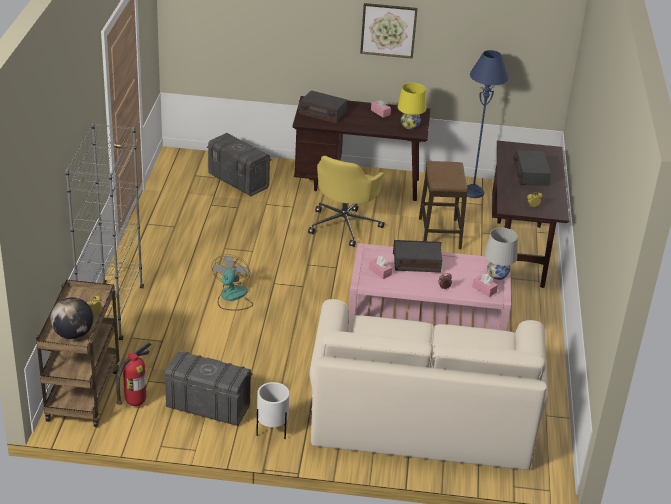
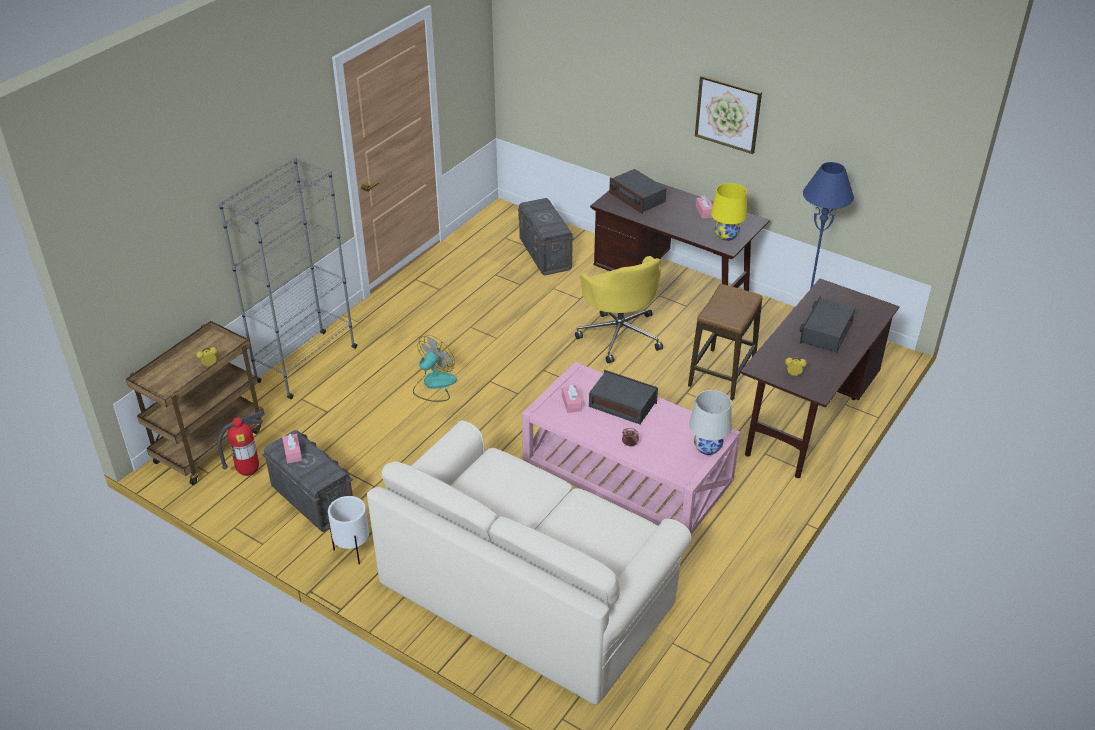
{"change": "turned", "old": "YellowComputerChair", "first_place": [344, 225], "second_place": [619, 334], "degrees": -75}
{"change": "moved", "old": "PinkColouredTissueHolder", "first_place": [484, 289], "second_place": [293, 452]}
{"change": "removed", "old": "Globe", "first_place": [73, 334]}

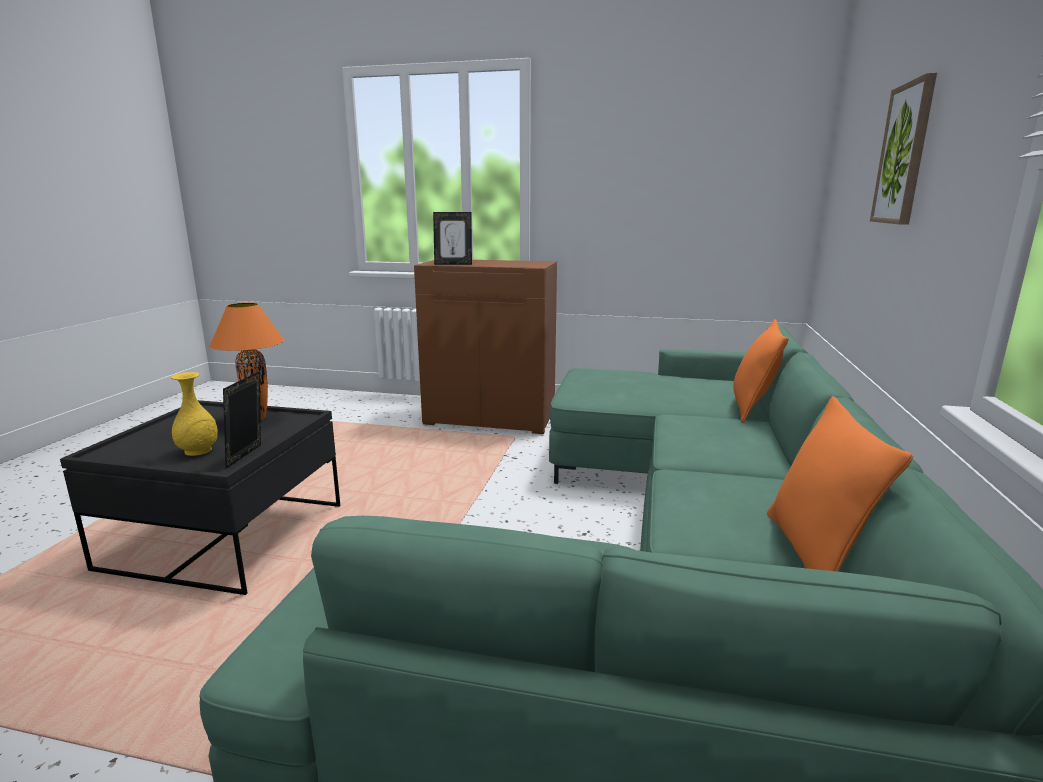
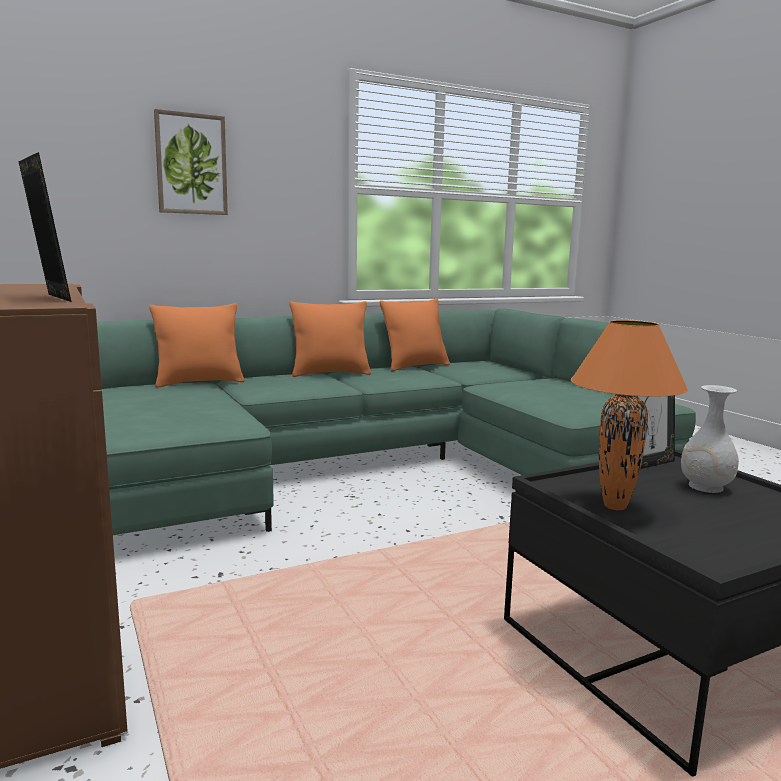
{"change": "recoloured", "old": "YellowDecorativeVase", "new": "WhiteDecorativeVase", "first_place": [198, 451], "second_place": [705, 487]}
{"change": "added", "new": "OrangeyCushion", "second_place": [330, 373]}

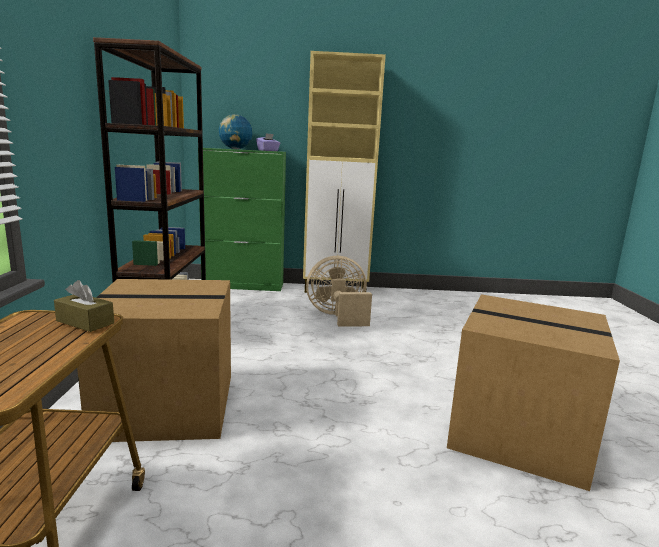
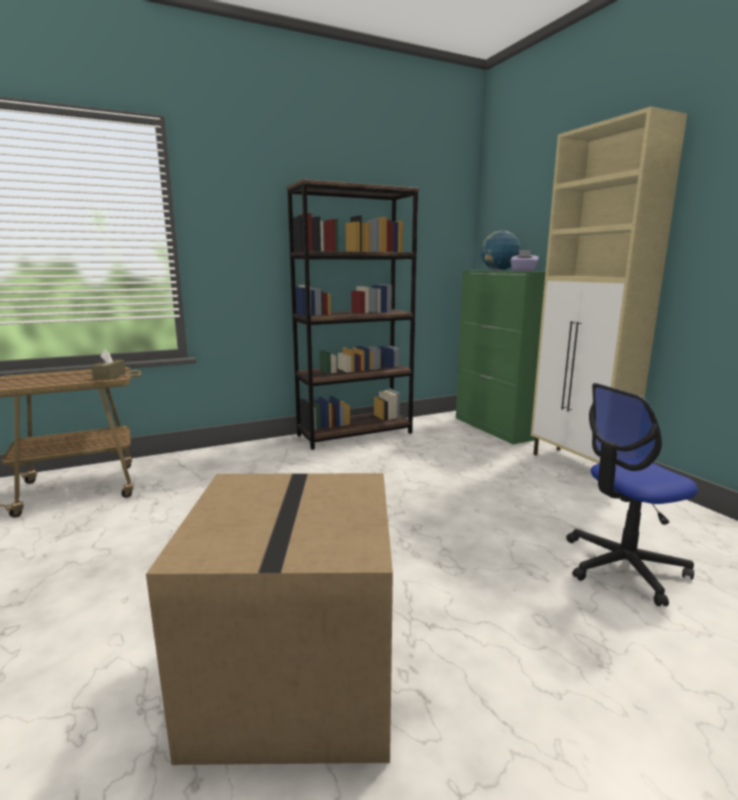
{"change": "removed", "old": "SandColouredCoolingFan", "first_place": [338, 316]}
{"change": "removed", "old": "Carton", "first_place": [170, 404]}
{"change": "added", "new": "ComputerChair", "second_place": [623, 567]}

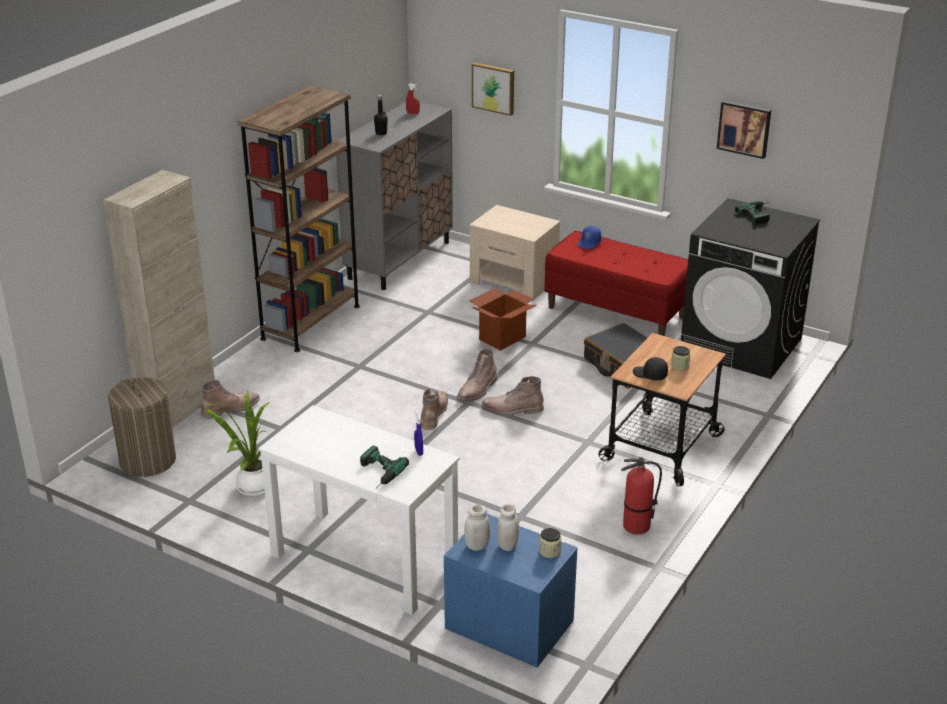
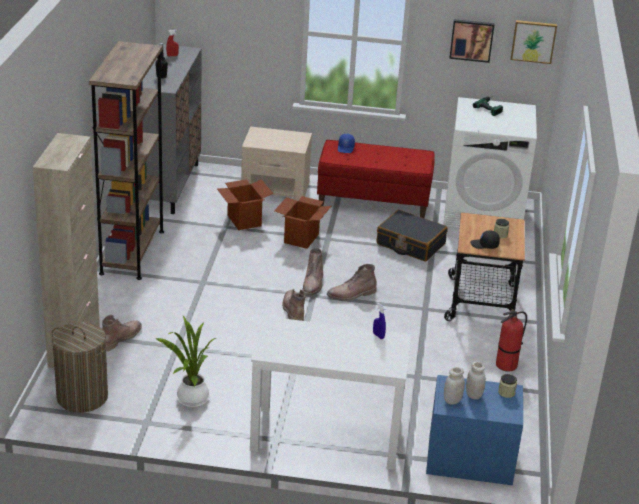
{"change": "moved", "old": "WallPicture", "first_place": [494, 88], "second_place": [533, 41]}
{"change": "recoloured", "old": "BlackLaundryAppliance", "new": "WhiteLaundryAppliance", "first_place": [742, 345], "second_place": [483, 213]}
{"change": "removed", "old": "ElectricDrill", "first_place": [377, 473]}
{"change": "added", "new": "Carton", "second_place": [244, 220]}

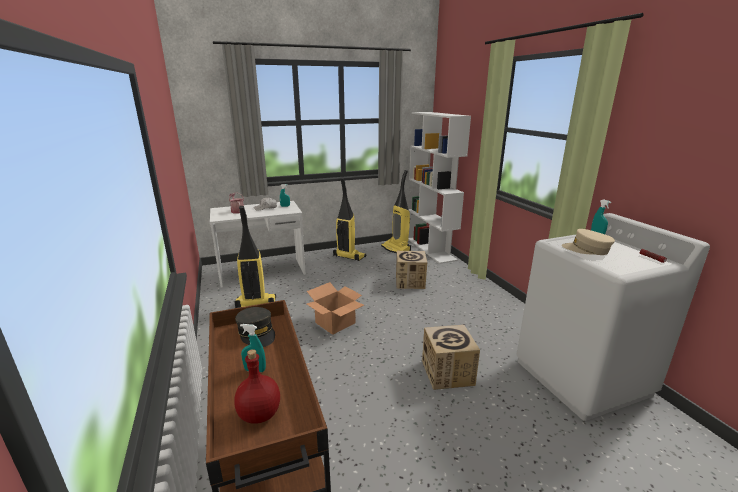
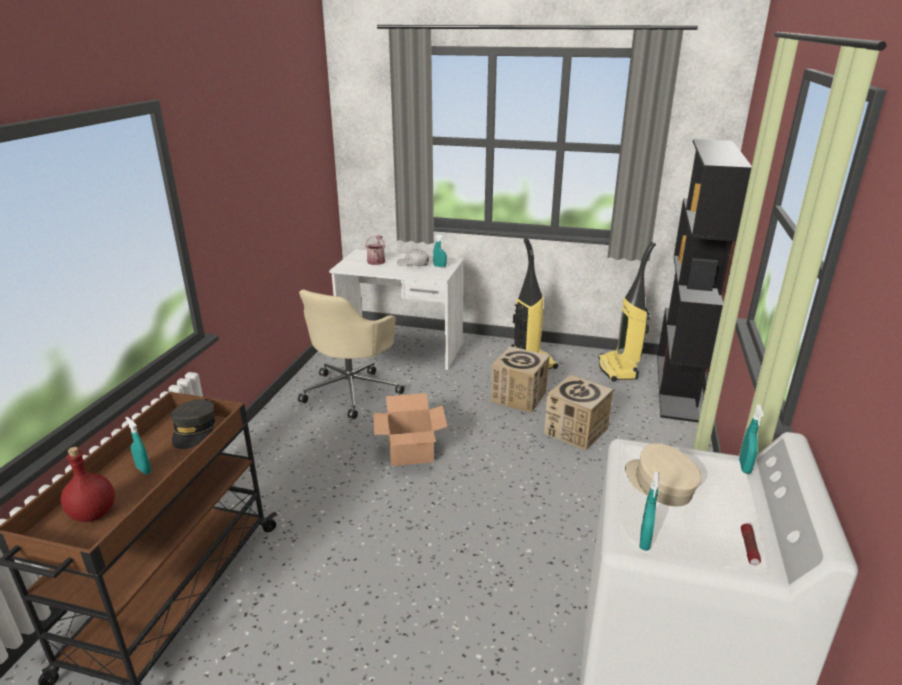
{"change": "recoloured", "old": "WhiteBookcase", "new": "BlackBookcase", "first_place": [431, 249], "second_place": [677, 387]}
{"change": "replaced", "old": "VacuumCleaner", "new": "SandColouredComputerChair", "first_place": [255, 304], "second_place": [352, 391]}
{"change": "moved", "old": "Carton", "first_place": [447, 373], "second_place": [519, 397]}
{"change": "added", "new": "BlueGreenSprayBottle", "second_place": [644, 541]}

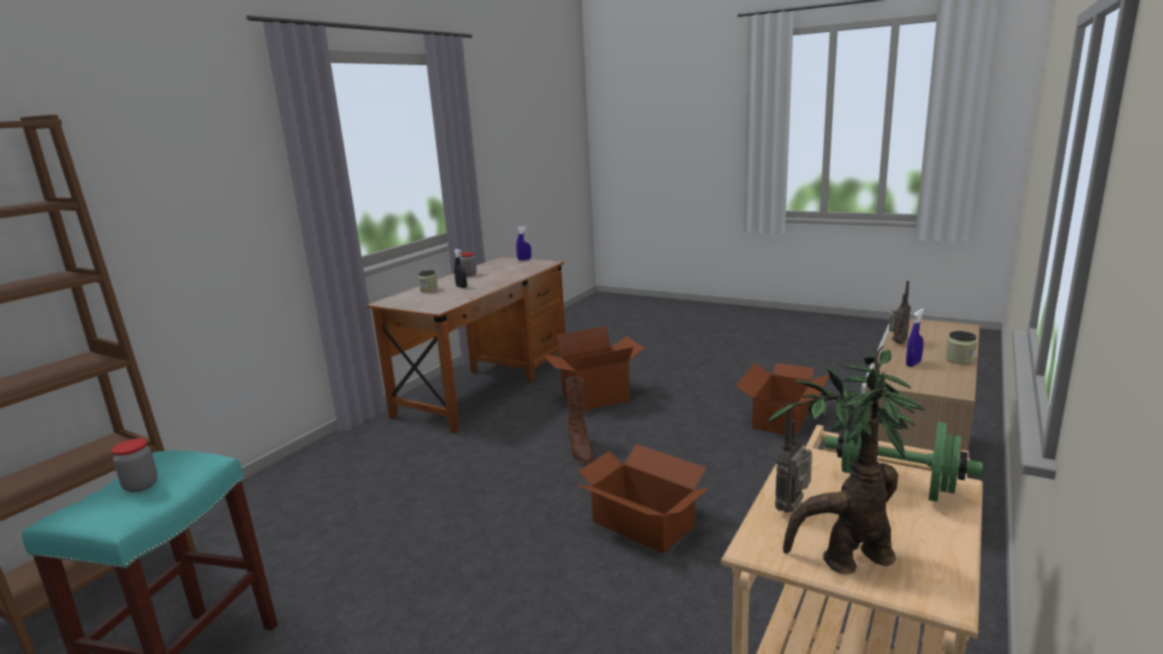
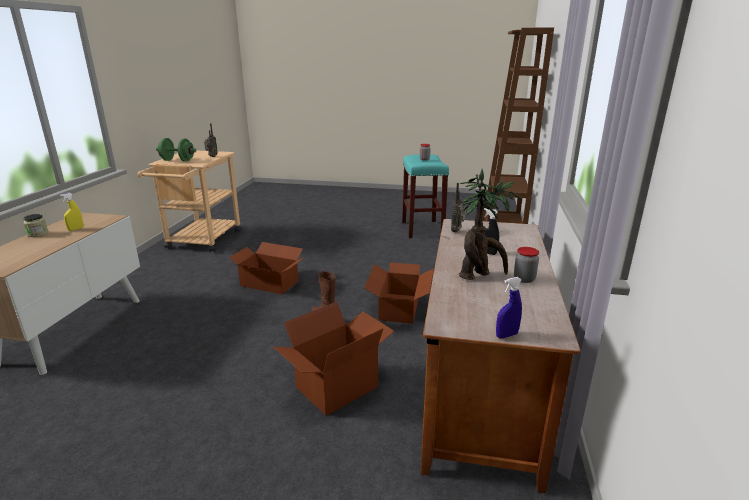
{"change": "removed", "old": "PreserveJar", "first_place": [429, 290]}
{"change": "moved", "old": "RadioSet", "first_place": [896, 343], "second_place": [458, 231]}
{"change": "recoloured", "old": "BlueSprayBottle", "new": "YellowSprayBottle", "first_place": [913, 364], "second_place": [76, 229]}
{"change": "moved", "old": "Houseplant", "first_place": [846, 560], "second_place": [479, 275]}
{"change": "moved", "old": "Carton", "first_place": [783, 418], "second_place": [398, 308]}

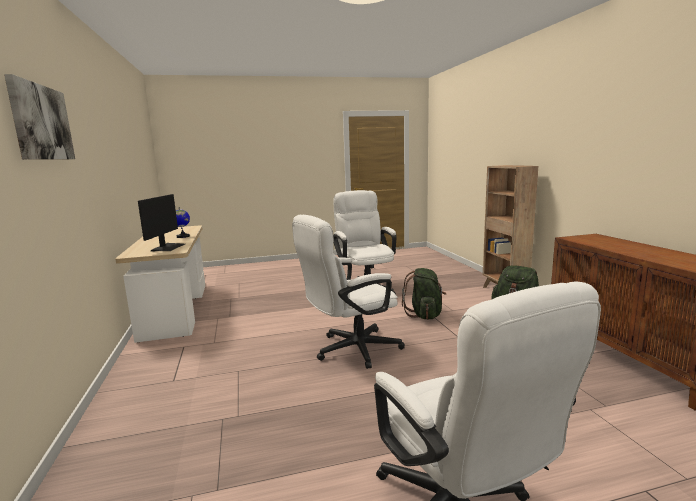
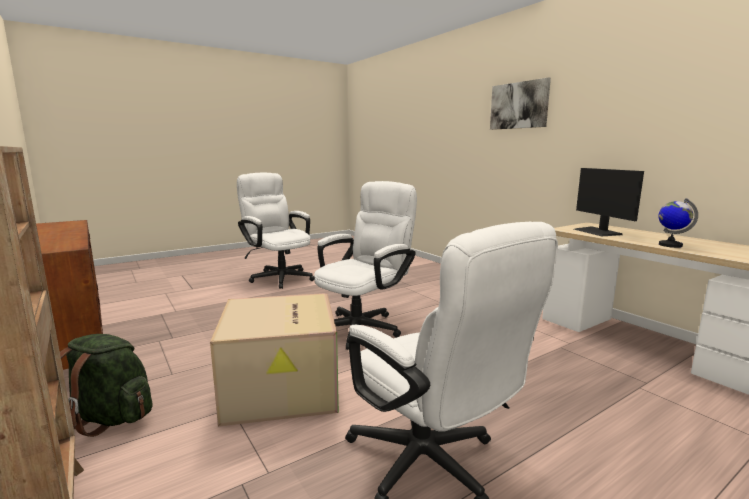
{"change": "replaced", "old": "GreenishBackpack", "new": "Carton", "first_place": [425, 315], "second_place": [283, 388]}

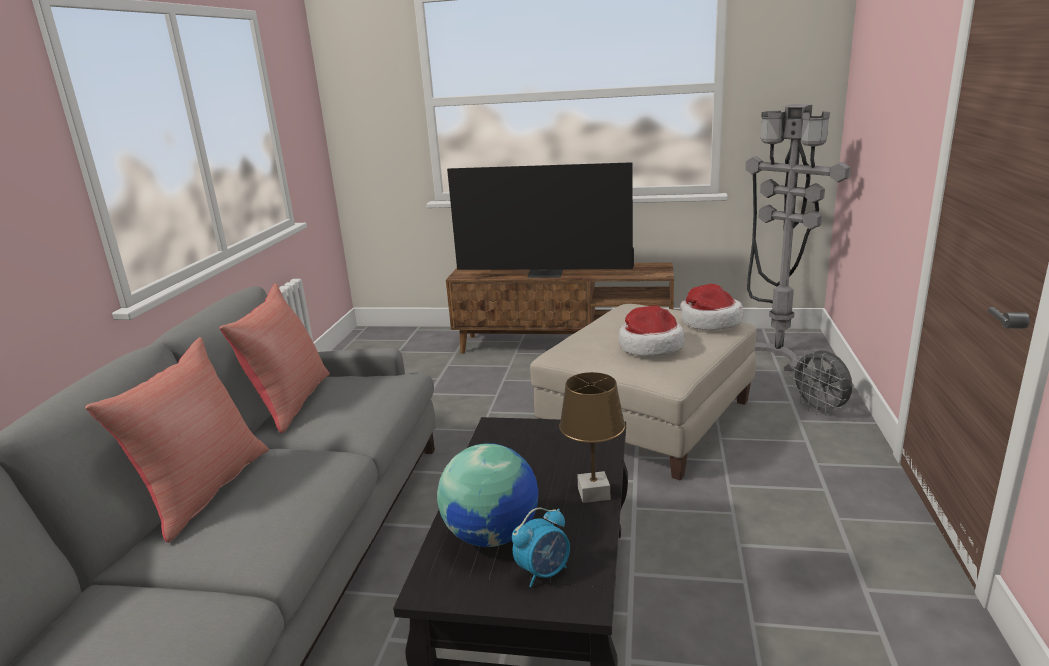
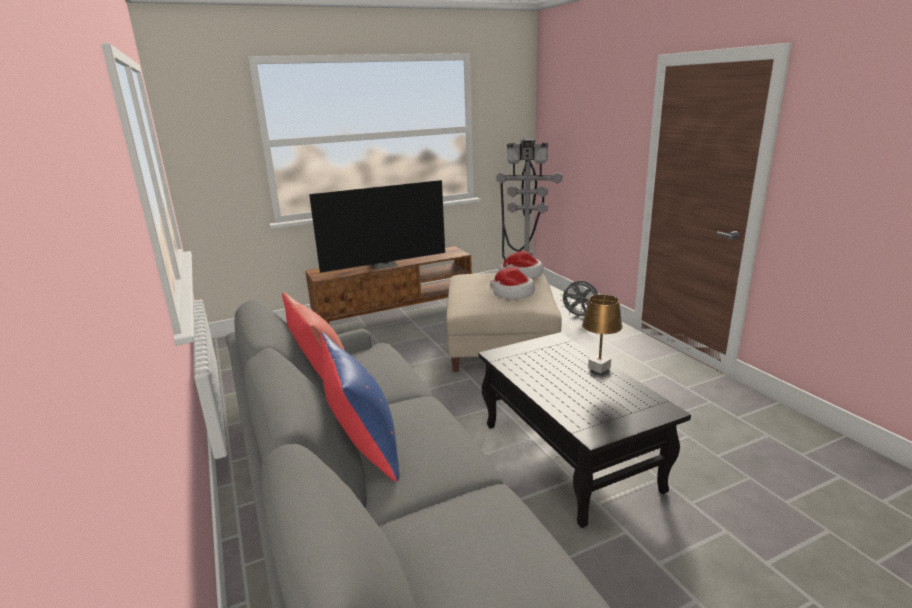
{"change": "recoloured", "old": "ReddishCushion", "new": "BlueCushion", "first_place": [203, 490], "second_place": [363, 447]}
{"change": "removed", "old": "Globe", "first_place": [492, 535]}
{"change": "removed", "old": "BedsideClock", "first_place": [544, 572]}

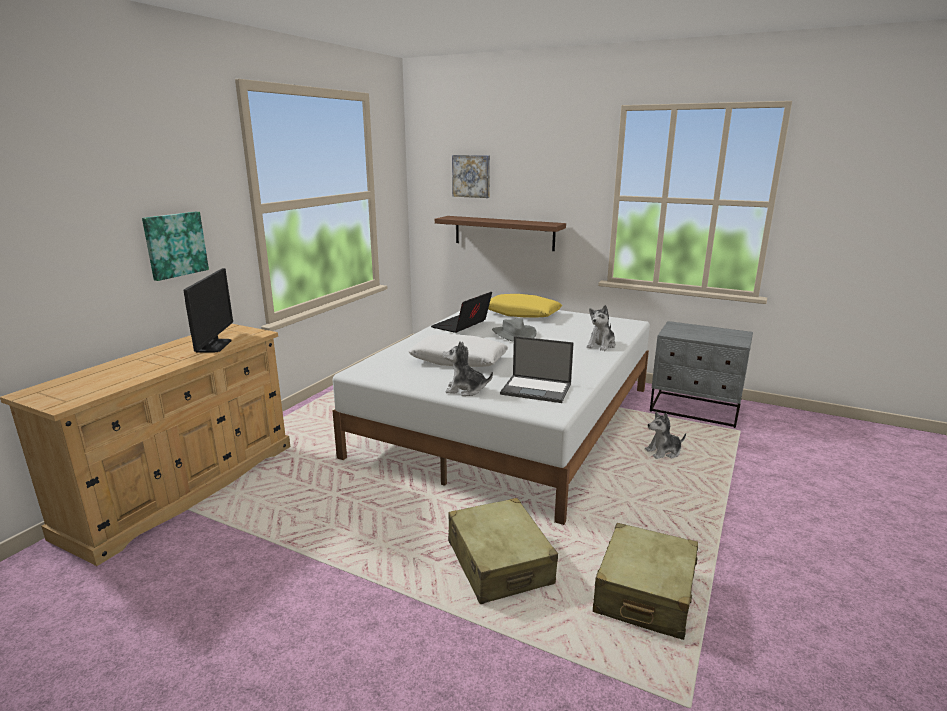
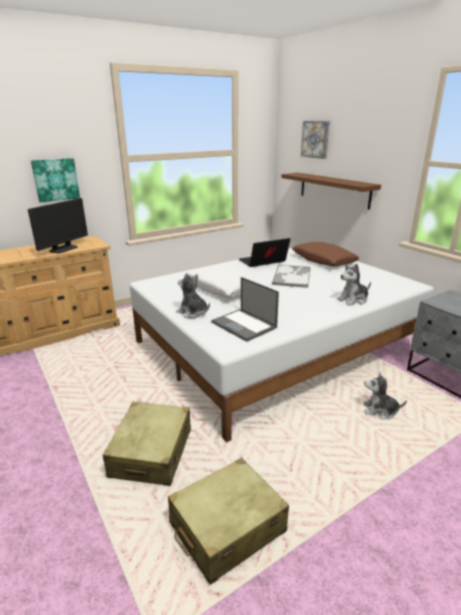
{"change": "recoloured", "old": "YellowCushion", "new": "BrownCushion", "first_place": [522, 314], "second_place": [323, 260]}
{"change": "replaced", "old": "GreyClothingHat", "new": "ServingTray", "first_place": [513, 334], "second_place": [292, 276]}

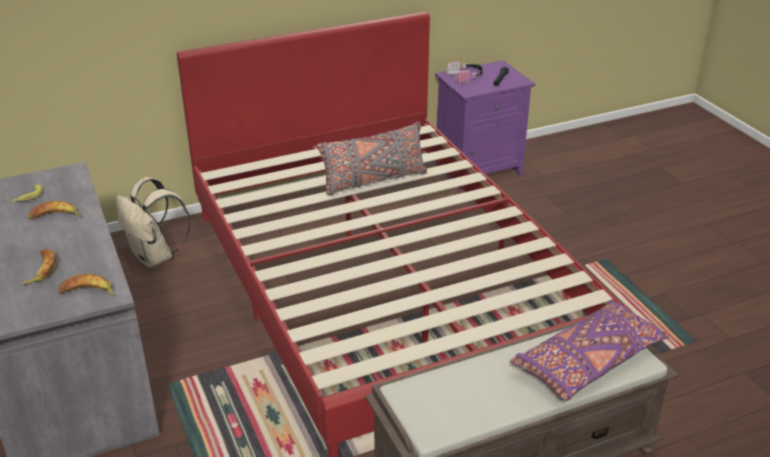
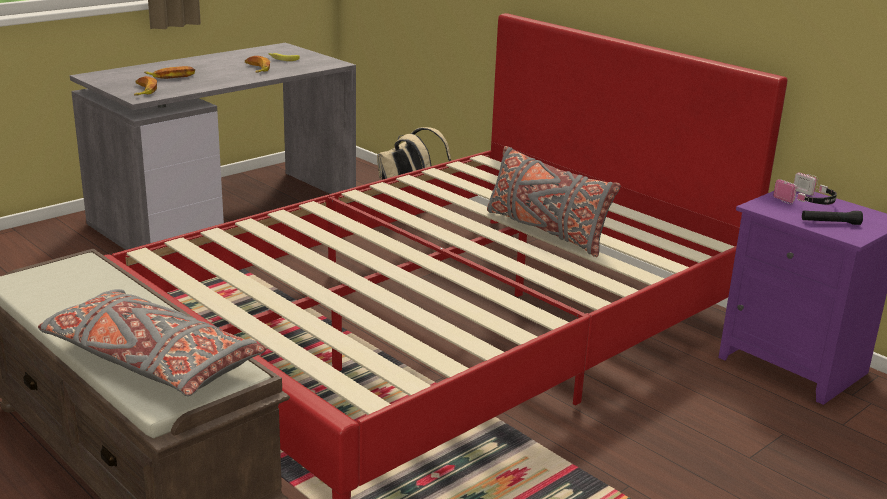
{"change": "recoloured", "old": "PurpleCushion", "new": "GreyCushion", "first_place": [587, 362], "second_place": [151, 361]}

